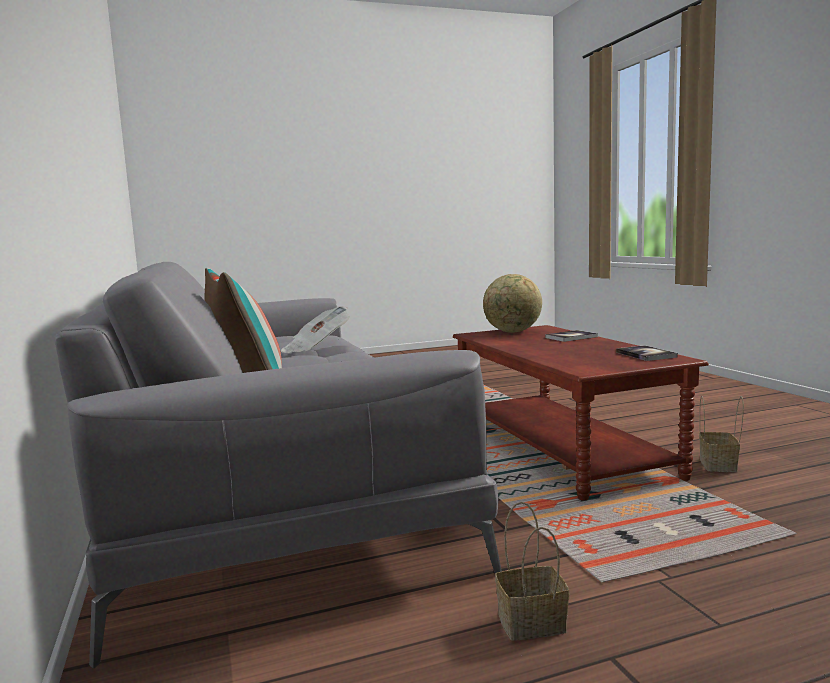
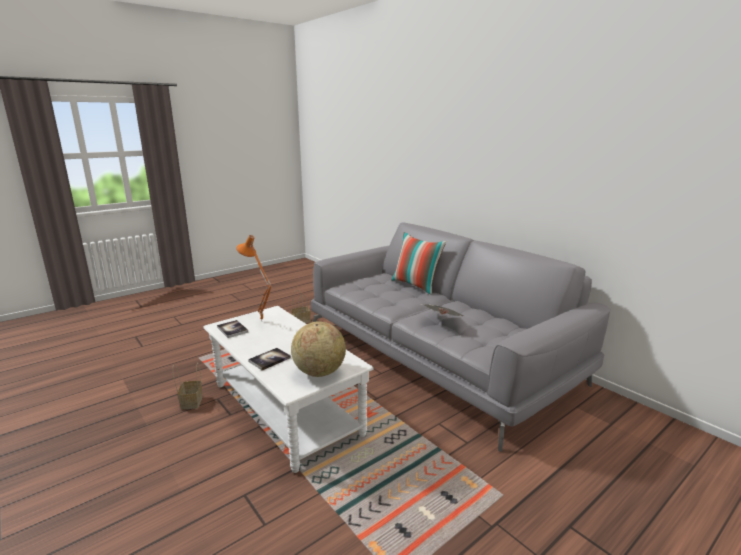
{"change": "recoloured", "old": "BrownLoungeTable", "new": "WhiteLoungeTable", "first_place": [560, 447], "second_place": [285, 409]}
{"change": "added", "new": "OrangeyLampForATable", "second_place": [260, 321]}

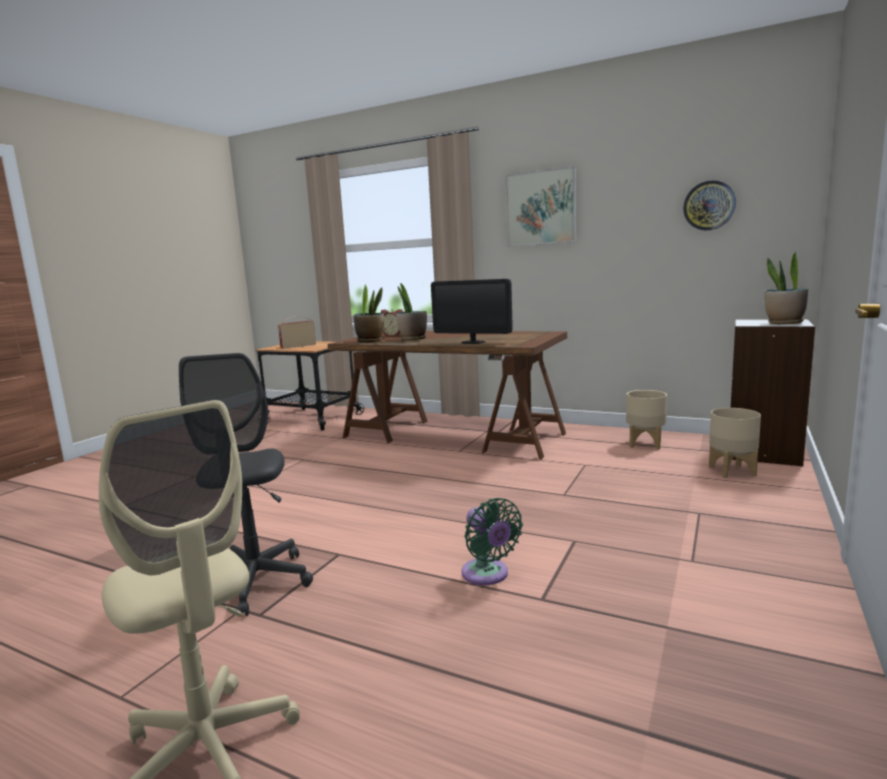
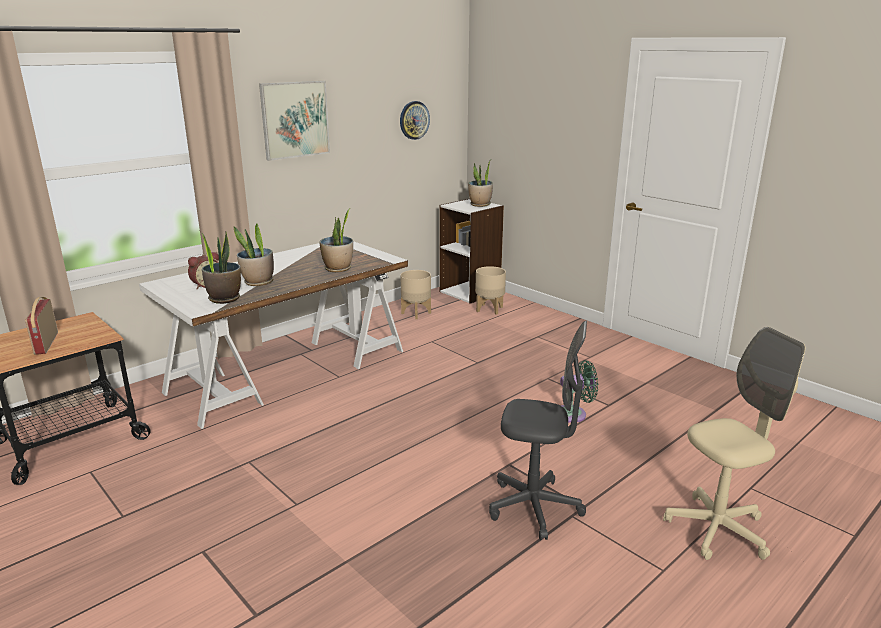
{"change": "replaced", "old": "Monitor", "new": "Houseplant", "first_place": [473, 342], "second_place": [338, 269]}
{"change": "recoloured", "old": "BrownDeskUnit", "new": "WhiteDeskUnit", "first_place": [452, 435], "second_place": [289, 370]}

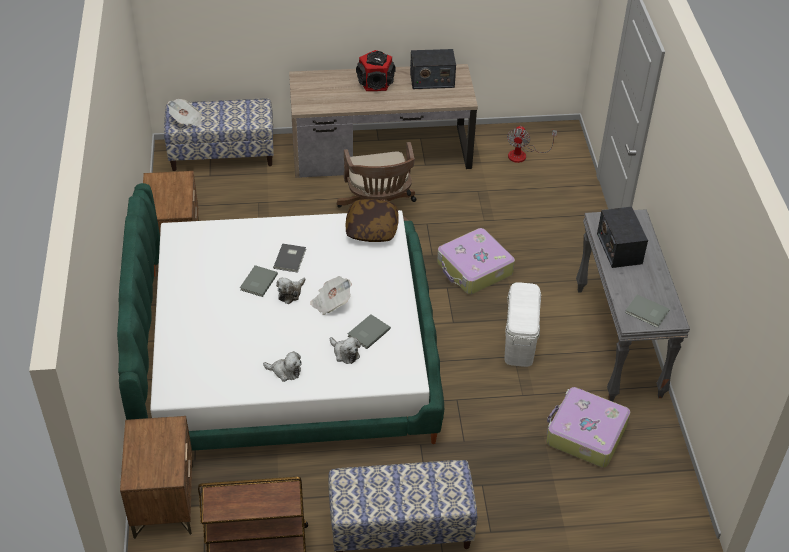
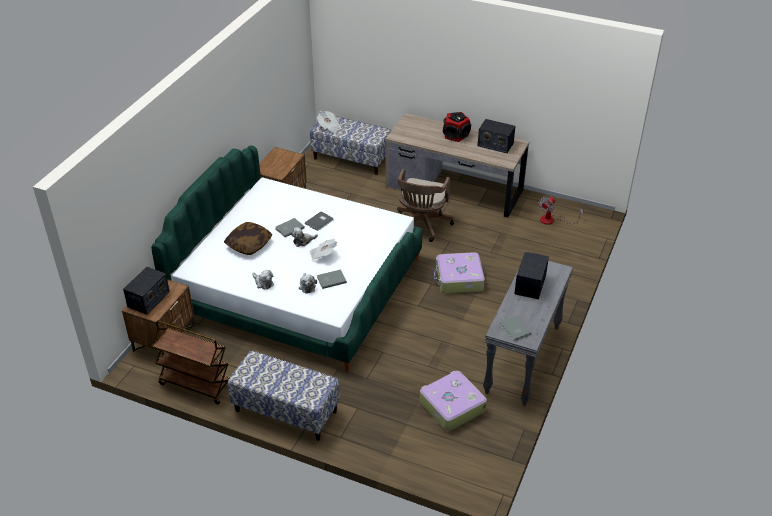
{"change": "moved", "old": "Cushion", "first_place": [371, 228], "second_place": [249, 244]}
{"change": "removed", "old": "WhiteStorageBox", "first_place": [519, 342]}
{"change": "added", "new": "RadioSet", "second_place": [148, 299]}

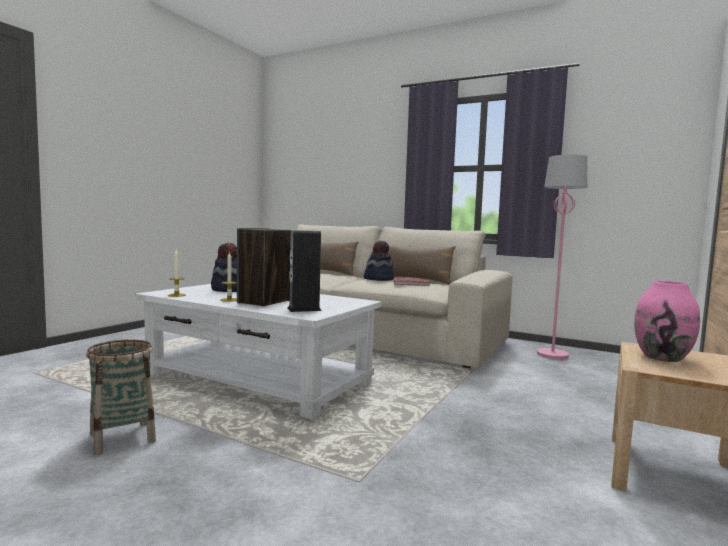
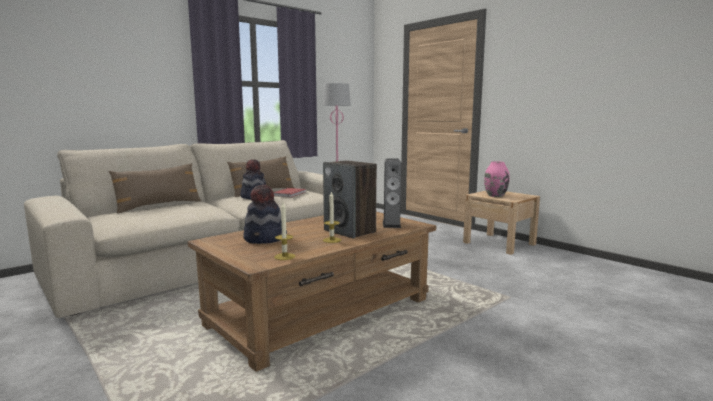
{"change": "recoloured", "old": "WhiteLoungeTable", "new": "BrownLoungeTable", "first_place": [258, 379], "second_place": [321, 312]}
{"change": "removed", "old": "StorageBasket", "first_place": [122, 438]}

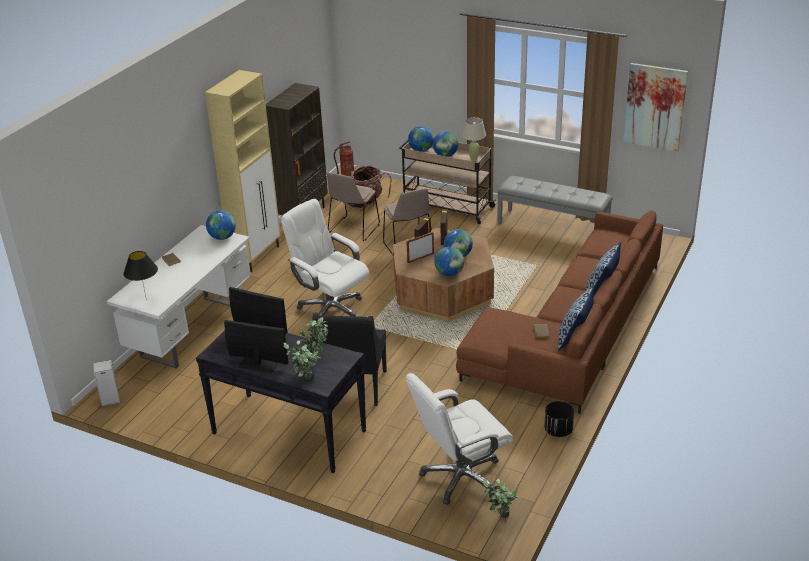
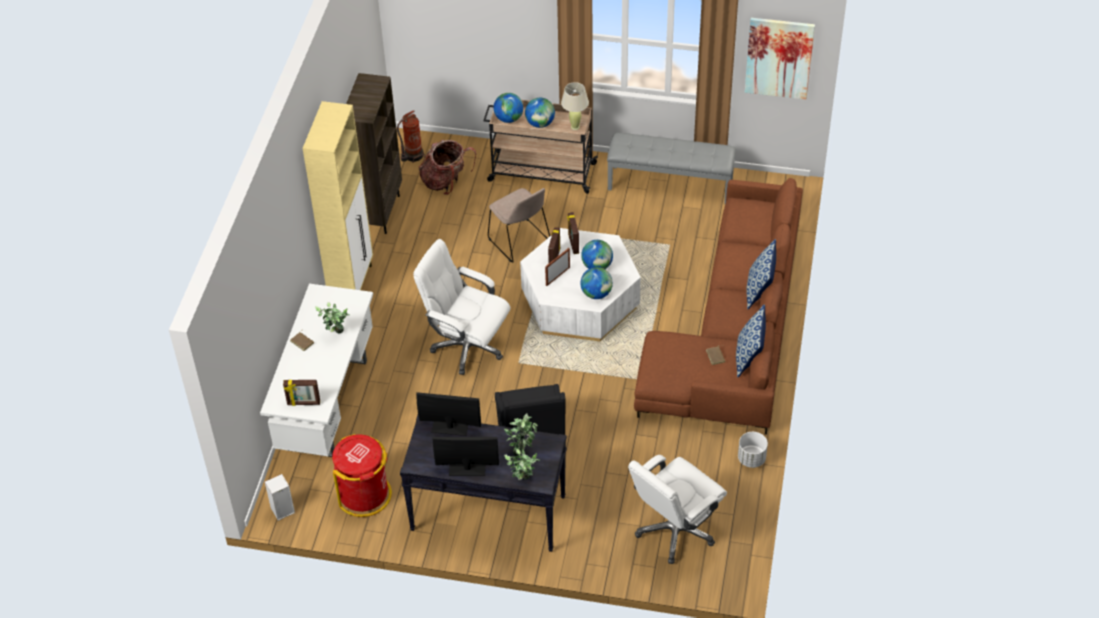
{"change": "removed", "old": "SandColouredPlainChair", "first_place": [353, 230]}
{"change": "removed", "old": "Globe", "first_place": [222, 237]}
{"change": "recoloured", "old": "BrownLoungeTable", "new": "WhiteLoungeTable", "first_place": [443, 292], "second_place": [580, 301]}
{"change": "replaced", "old": "BlackLampForATable", "new": "PictureFrame", "first_place": [146, 300], "second_place": [303, 403]}
{"change": "recoloured", "old": "BlackPlanter", "new": "WhitePlanter", "first_place": [558, 431], "second_place": [751, 459]}
{"change": "moved", "old": "Houseplant", "first_place": [500, 518], "second_place": [336, 335]}
{"change": "added", "new": "ReddishTrashCan", "second_place": [364, 494]}

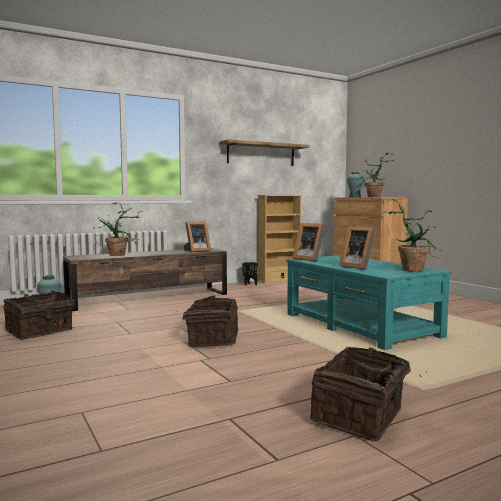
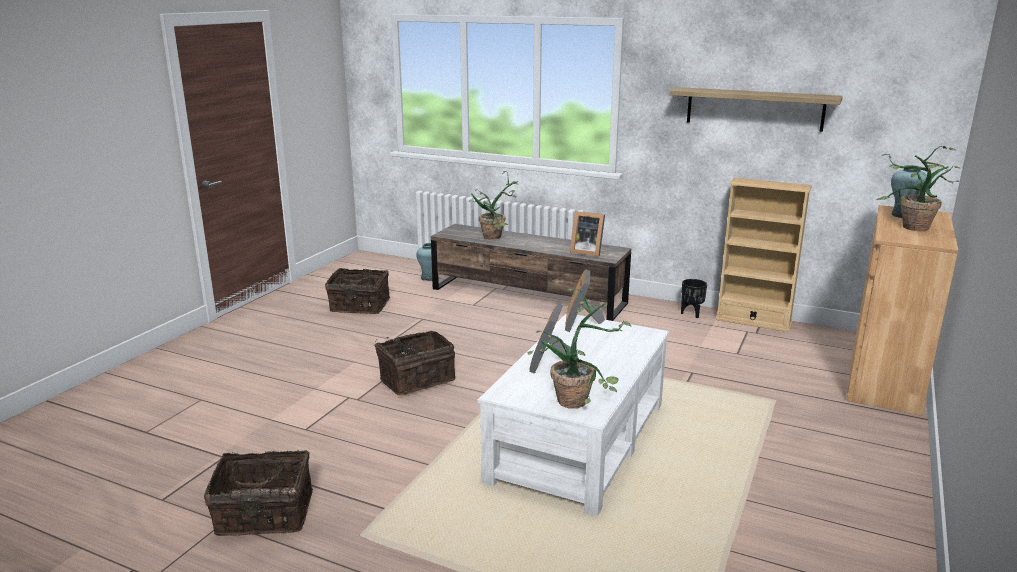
{"change": "recoloured", "old": "BlueGreenLoungeTable", "new": "WhiteLoungeTable", "first_place": [359, 325], "second_place": [577, 441]}

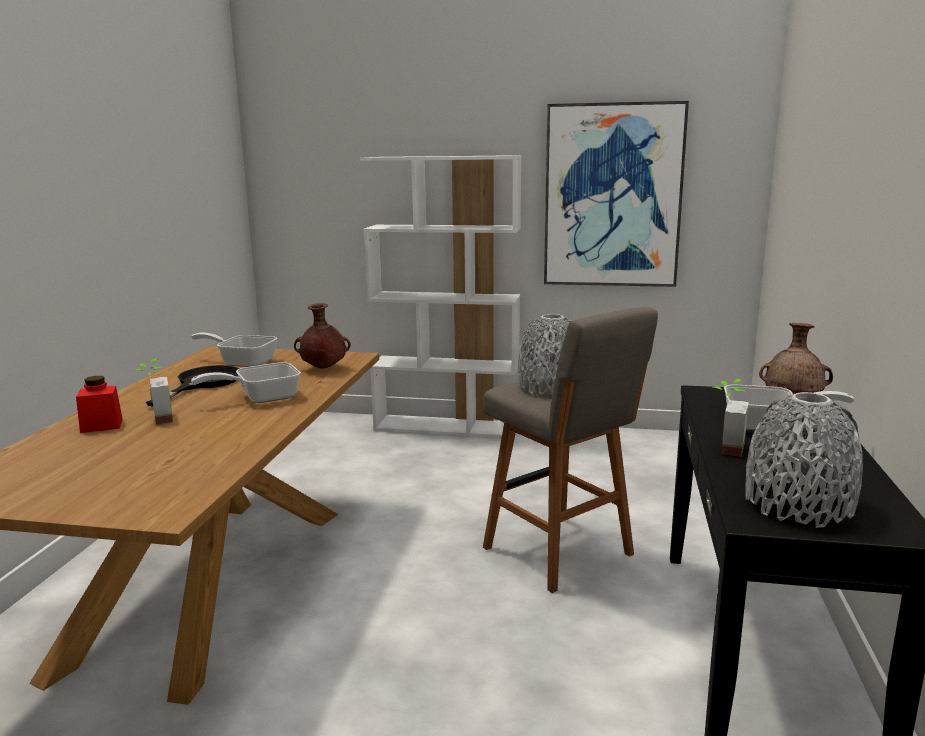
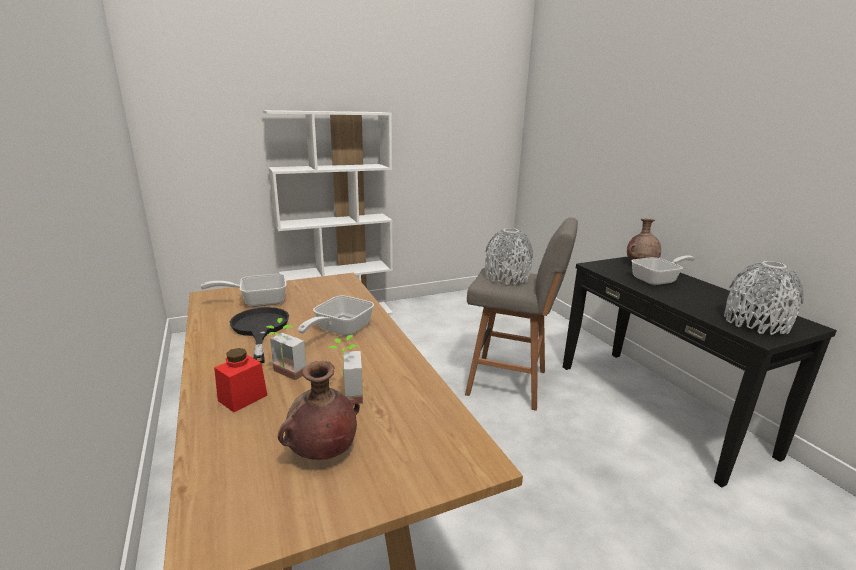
{"change": "removed", "old": "WallPicture", "first_place": [612, 196]}
{"change": "moved", "old": "BrownDecorativeVase", "first_place": [323, 369], "second_place": [322, 452]}
{"change": "moved", "old": "Houseplant", "first_place": [724, 447], "second_place": [346, 394]}

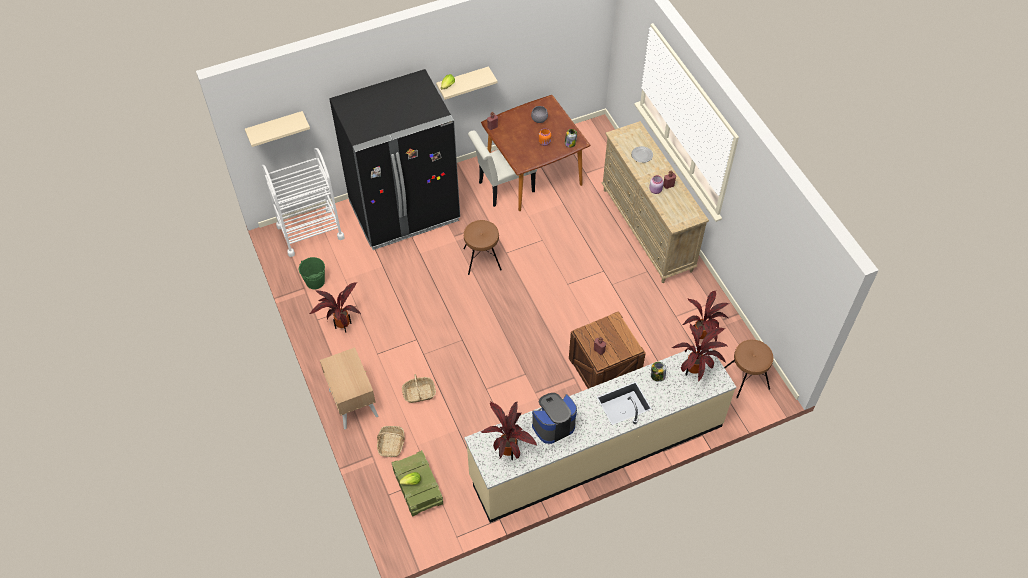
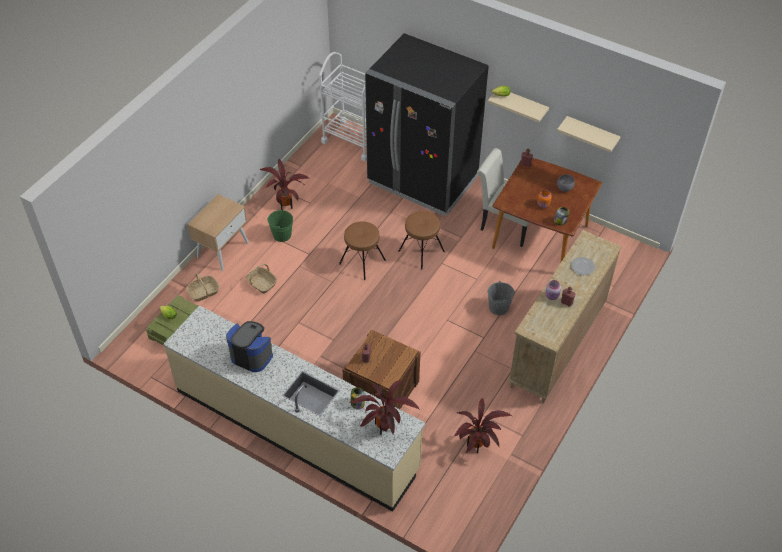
{"change": "moved", "old": "SandColouredShelf", "first_place": [275, 127], "second_place": [592, 133]}
{"change": "moved", "old": "GreenishPail", "first_place": [315, 281], "second_place": [282, 235]}
{"change": "moved", "old": "BrownStoolSeat", "first_place": [746, 378], "second_place": [362, 262]}
{"change": "removed", "old": "Houseplant", "first_place": [509, 450]}
{"change": "added", "new": "GreyPail", "second_place": [498, 307]}

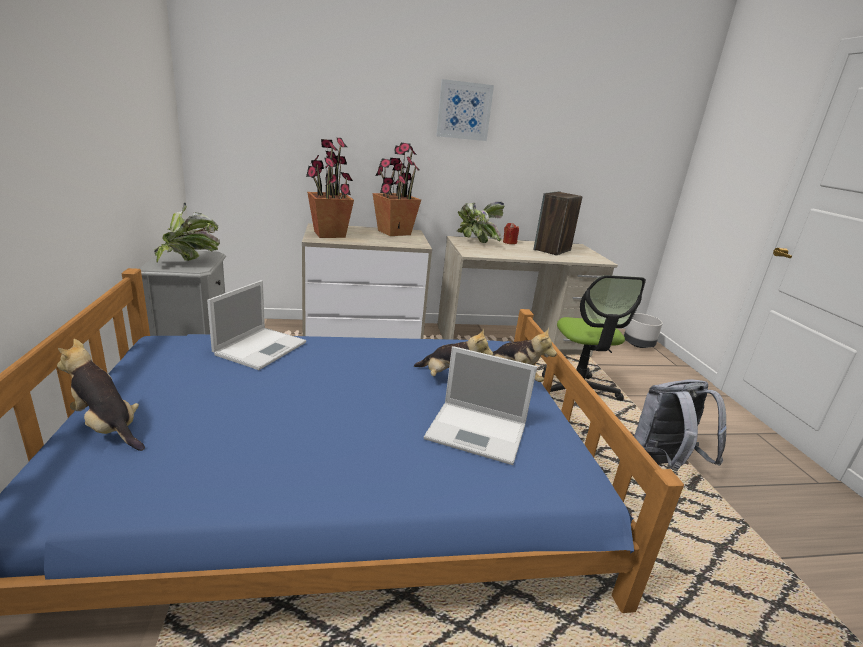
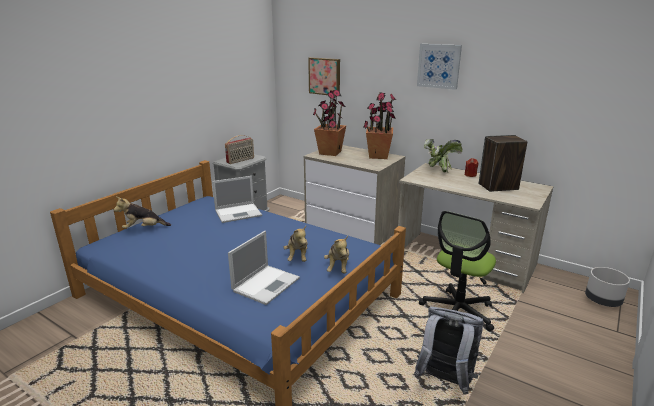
{"change": "replaced", "old": "Houseplant", "new": "RadioSet", "first_place": [190, 262], "second_place": [240, 160]}
{"change": "turned", "old": "SoftToy", "first_place": [107, 427], "second_place": [143, 228], "degrees": -90}
{"change": "turned", "old": "PortableComputer", "first_place": [478, 432], "second_place": [266, 284], "degrees": -120}
{"change": "added", "new": "WallPicture", "second_place": [325, 76]}

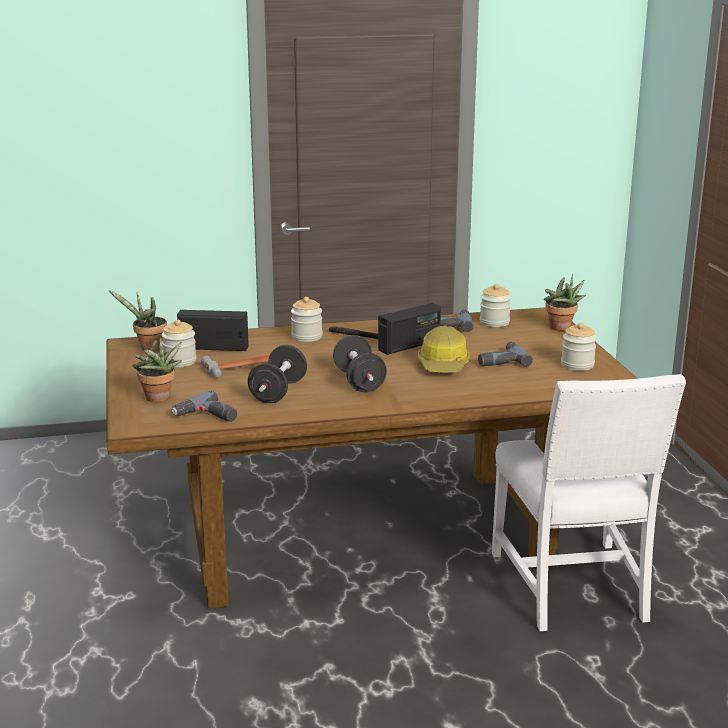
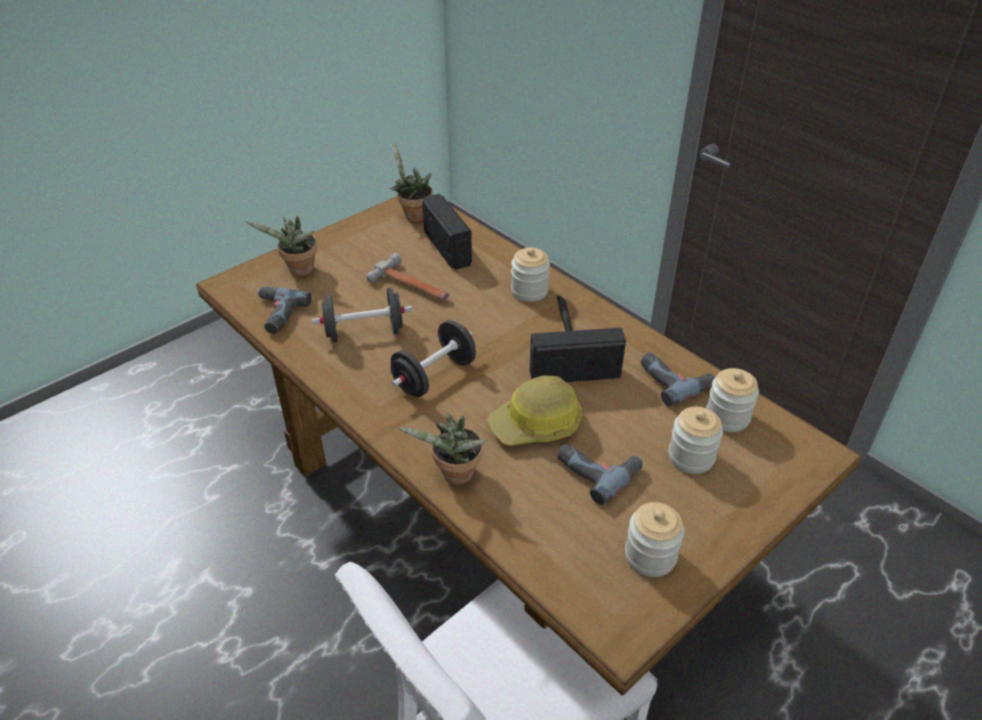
{"change": "moved", "old": "Houseplant", "first_place": [561, 328], "second_place": [455, 476]}
{"change": "turned", "old": "RadioSet", "first_place": [409, 345], "second_place": [574, 373], "degrees": 150}
{"change": "moved", "old": "PreserveJar", "first_place": [180, 361], "second_place": [691, 457]}

